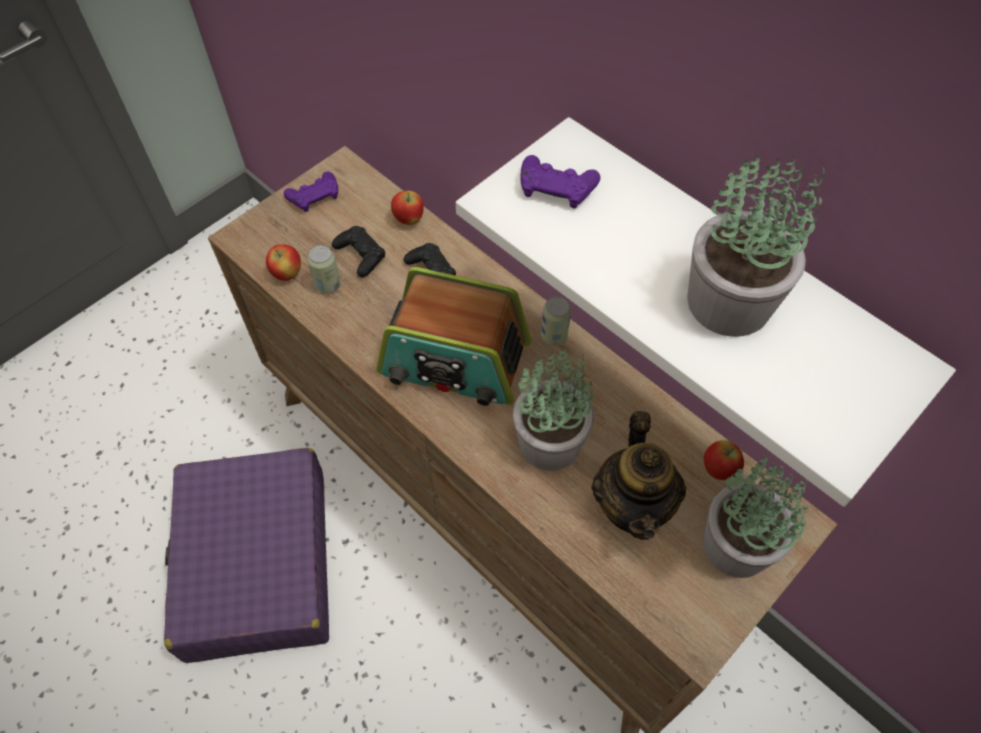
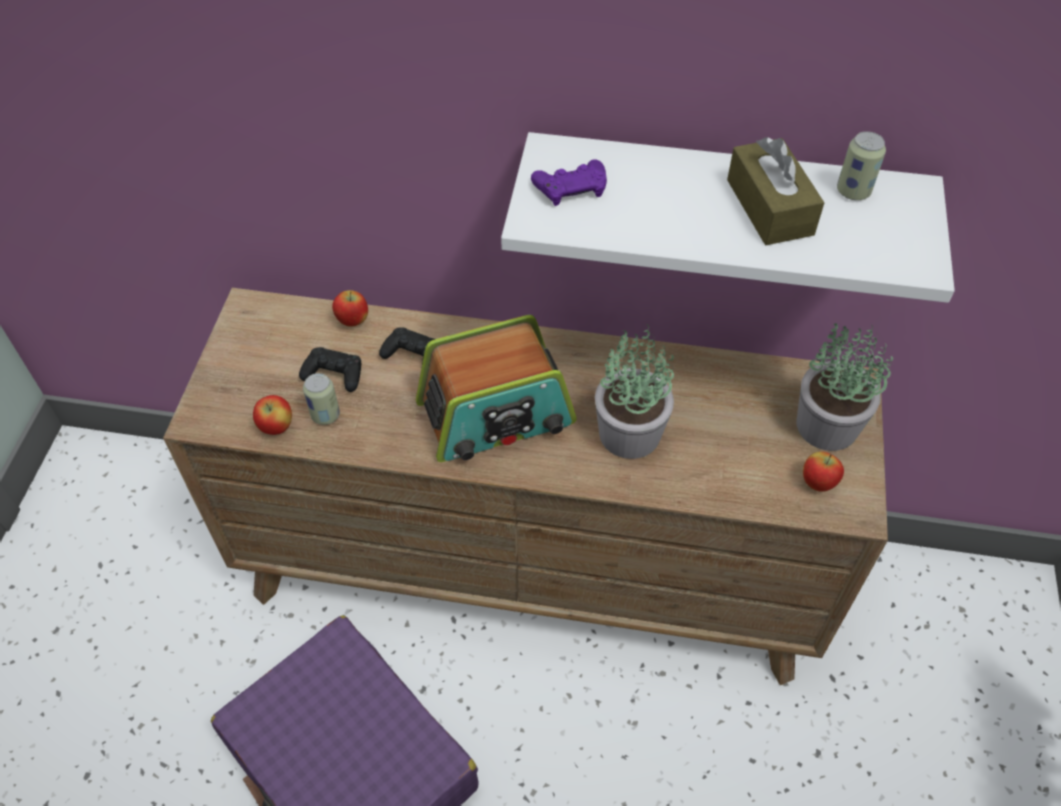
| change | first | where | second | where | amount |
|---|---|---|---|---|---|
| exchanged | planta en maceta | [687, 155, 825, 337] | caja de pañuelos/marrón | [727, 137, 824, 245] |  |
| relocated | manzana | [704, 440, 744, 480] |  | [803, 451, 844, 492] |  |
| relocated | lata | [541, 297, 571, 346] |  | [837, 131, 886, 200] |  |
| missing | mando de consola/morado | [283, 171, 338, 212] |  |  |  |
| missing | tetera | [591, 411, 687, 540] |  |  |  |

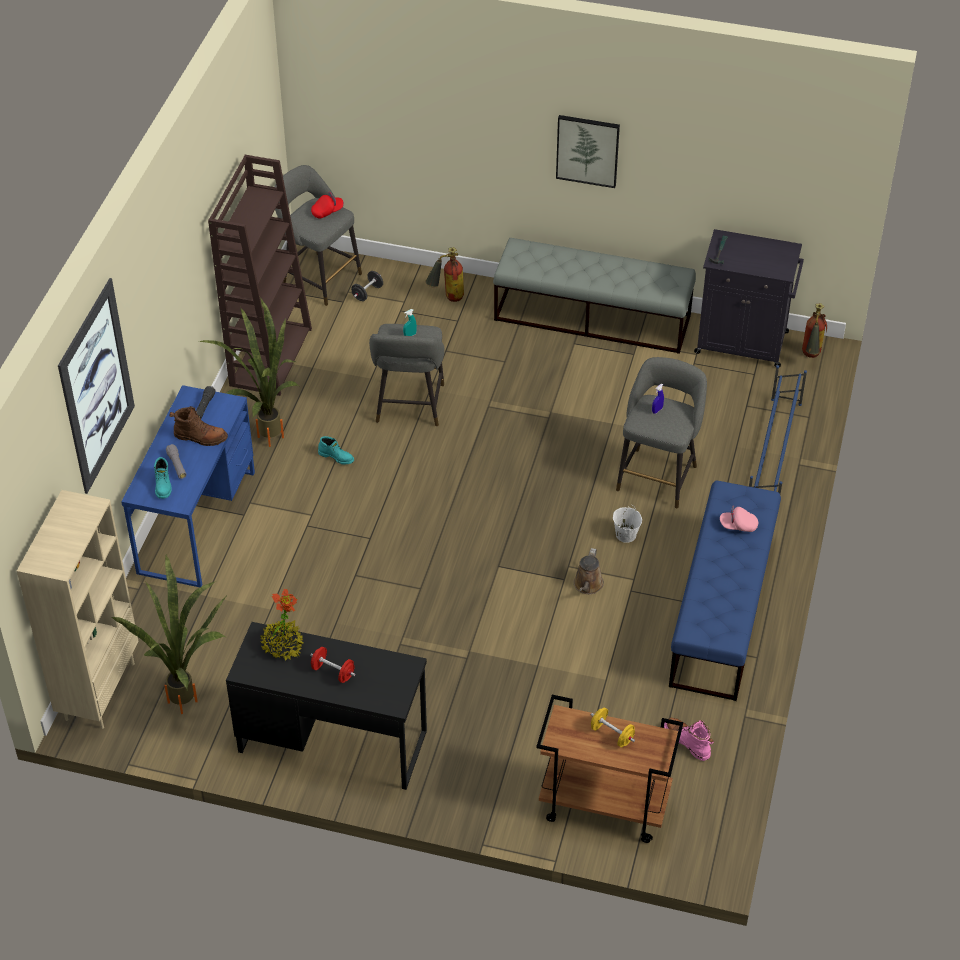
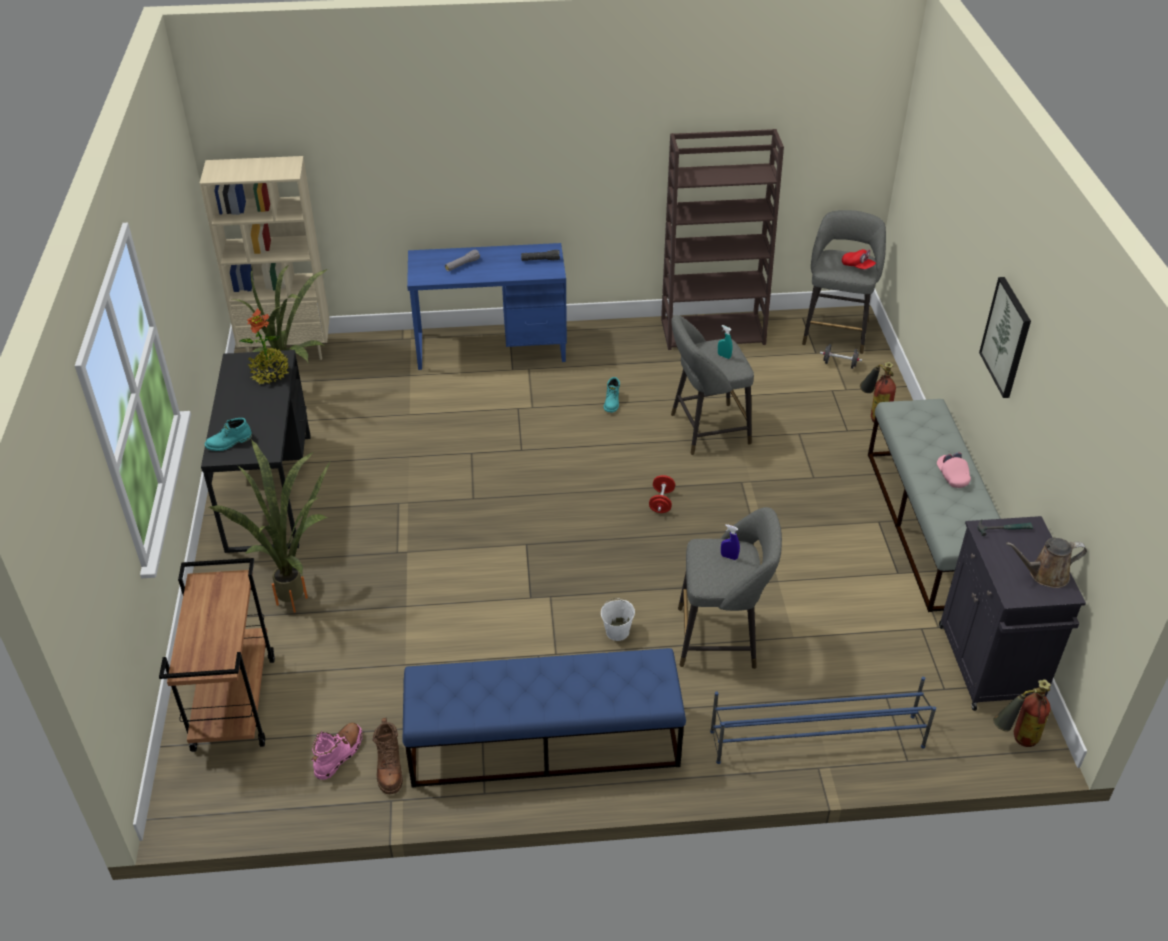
| change | first | where | second | where | amount |
|---|---|---|---|---|---|
| relocated | bota/turquesa | [154, 457, 172, 499] |  | [205, 418, 252, 451] |  |
| relocated | planta en maceta | [199, 299, 299, 447] |  | [208, 440, 331, 613] |  |
| relocated | bota/marrón | [169, 406, 228, 446] |  | [372, 718, 403, 794] |  |
| relocated | mancuerna/rojo | [310, 647, 355, 683] |  | [649, 475, 675, 513] |  |
| relocated | gorra/rosa | [720, 505, 758, 532] |  | [937, 452, 971, 488] |  |
| relocated | regadera/marrón | [574, 548, 604, 594] |  | [1006, 538, 1087, 588] |  |
| missing | cuadro | [58, 278, 135, 494] |  |  |  |
| missing | mancuerna/amarillo | [591, 708, 635, 747] |  |  |  |

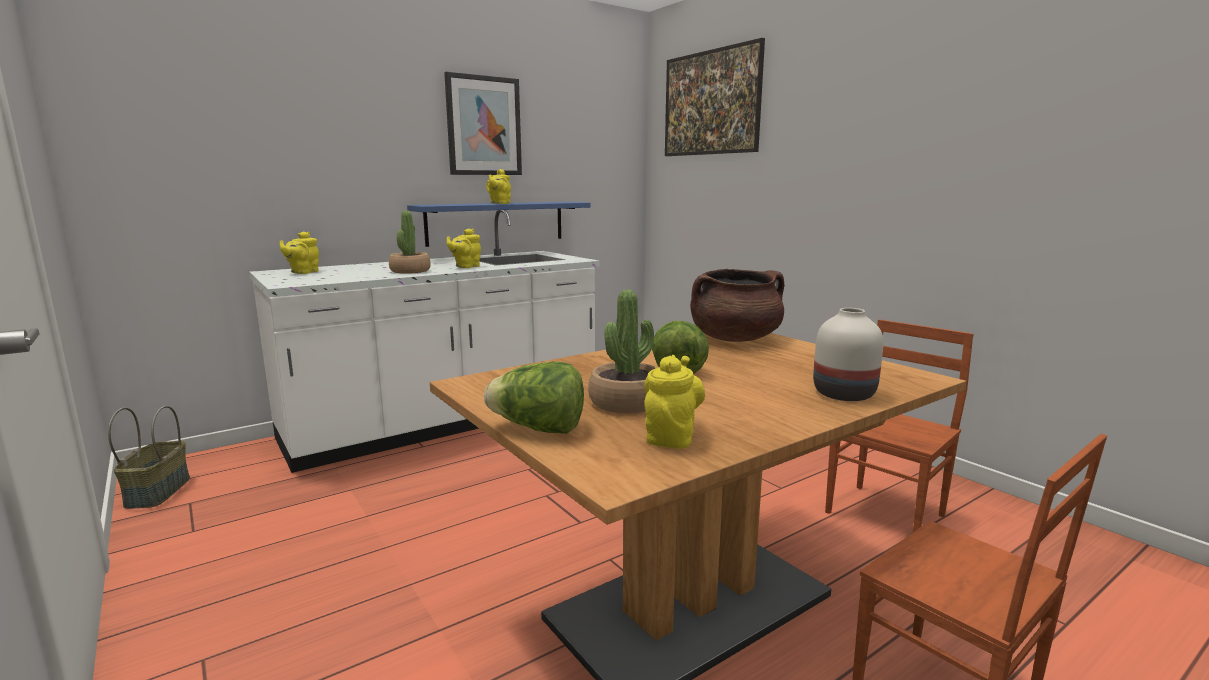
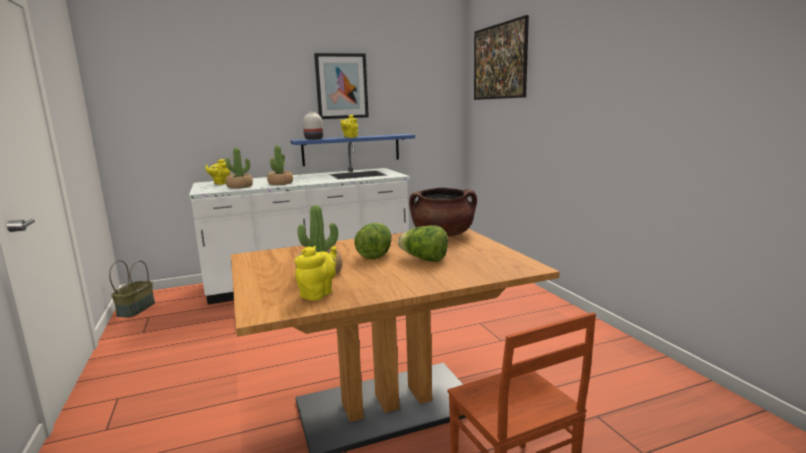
| change | first | where | second | where | amount |
|---|---|---|---|---|---|
| appeared |  |  | planta en maceta | [226, 148, 253, 189] |  |
| relocated | florero/blanco | [813, 308, 884, 401] |  | [303, 111, 323, 140] |  |
| relocated | lechuga | [484, 362, 584, 434] |  | [398, 225, 448, 262] |  |
| missing | tetera/amarillo | [447, 228, 481, 268] |  |  |  |
| missing | silla/marrón | [825, 319, 974, 532] |  |  |  |

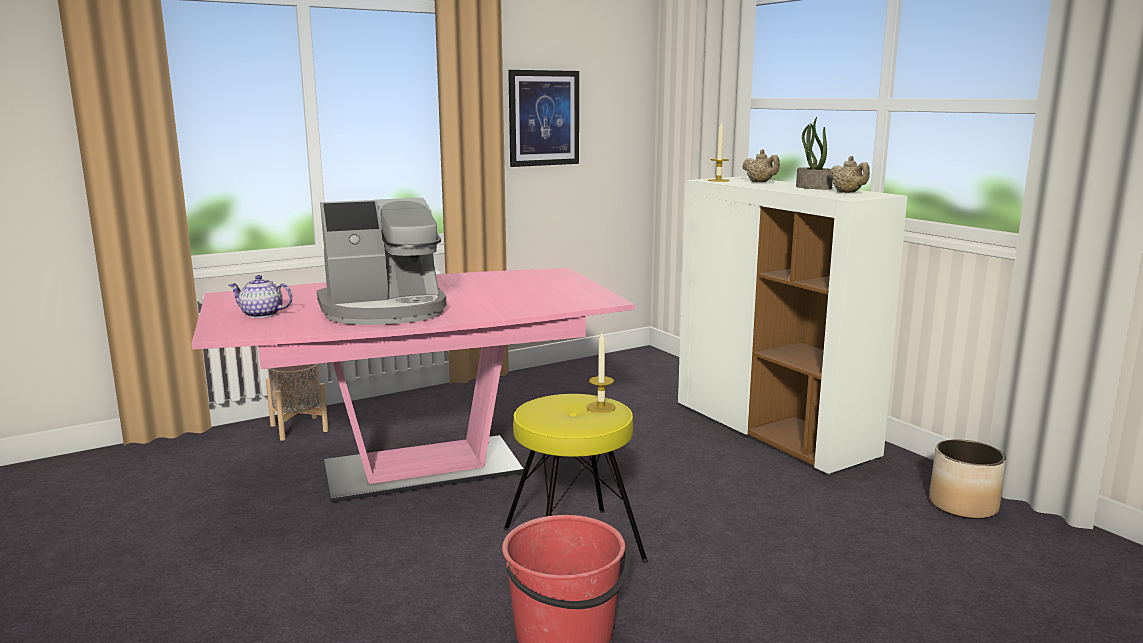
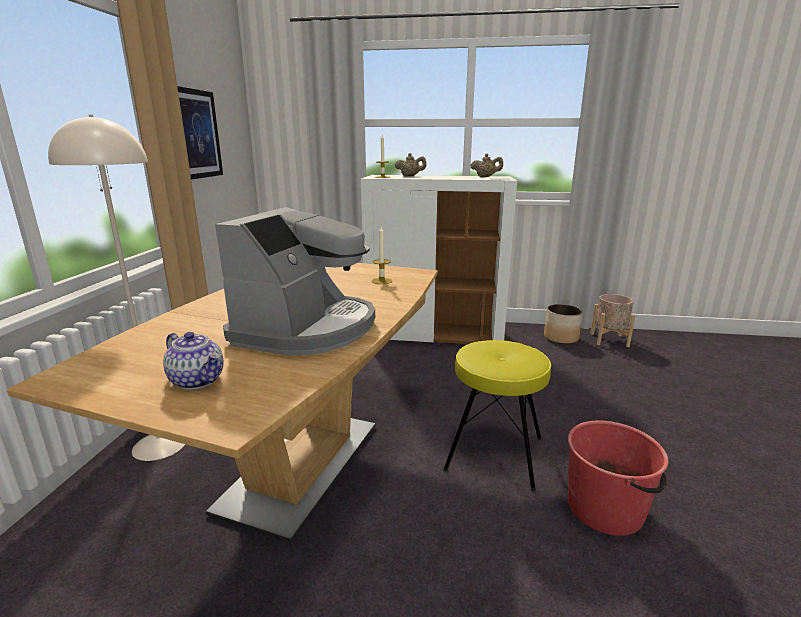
| change | first | where | second | where | amount |
|---|---|---|---|---|---|
| colour | mesa de comedor/rosa | [191, 268, 635, 502] | mesa de comedor/marrón | [6, 263, 438, 543] |  |
| appeared |  |  | lámpara de pie/beis | [48, 114, 185, 461] |  |
| spun | tetera | [229, 275, 292, 318] |  | [163, 332, 224, 390] | 105 degrees counterclockwise |
| relocated | vela | [587, 333, 616, 413] |  | [372, 226, 392, 284] |  |
| relocated | maceta/beis | [266, 364, 328, 441] |  | [591, 294, 635, 347] |  |
| missing | planta en maceta | [796, 117, 833, 189] |  |  |  |

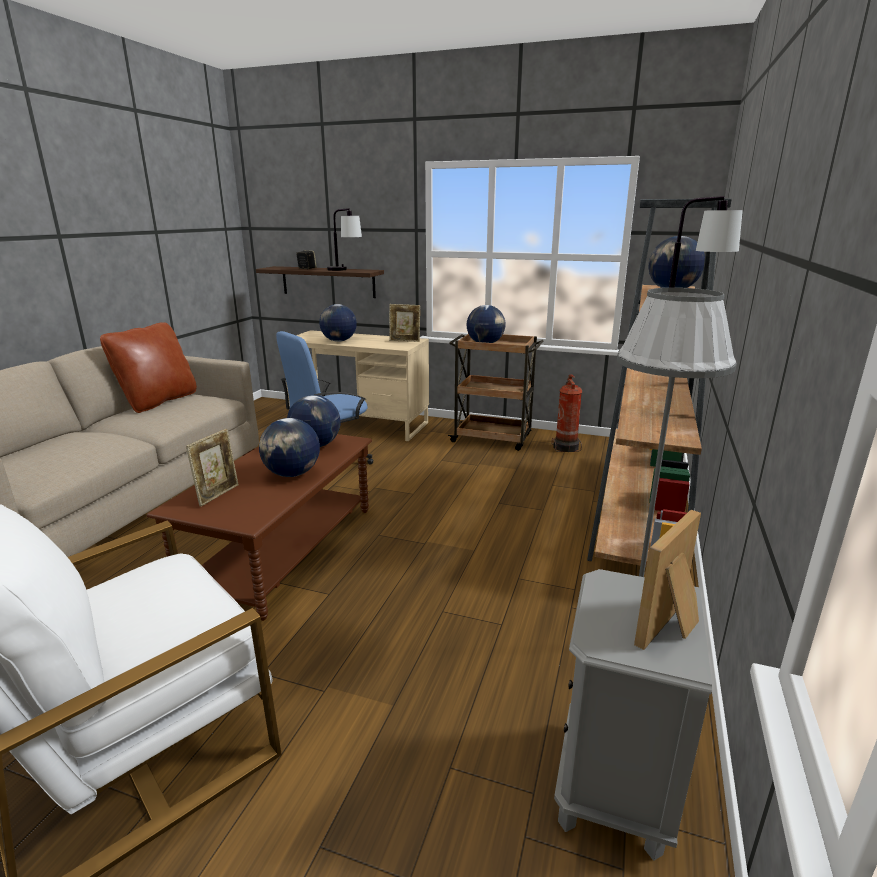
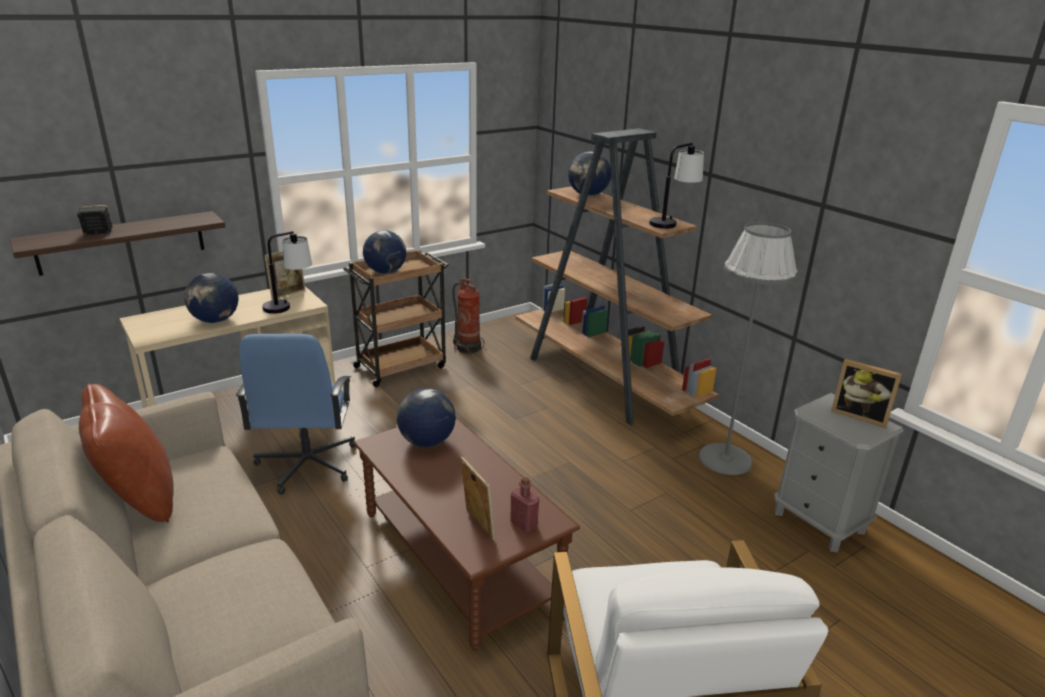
| change | first | where | second | where | amount |
|---|---|---|---|---|---|
| relocated | lámpara de mesa | [327, 208, 362, 271] |  | [262, 231, 312, 314] |  |
| appeared |  |  | botella/rojo | [510, 477, 539, 532] |  |
| spun | portarretratos | [634, 510, 701, 650] |  | [831, 359, 902, 428] | 45 degrees counterclockwise |
| missing | globo terráqueo | [259, 418, 320, 477] |  |  |  |

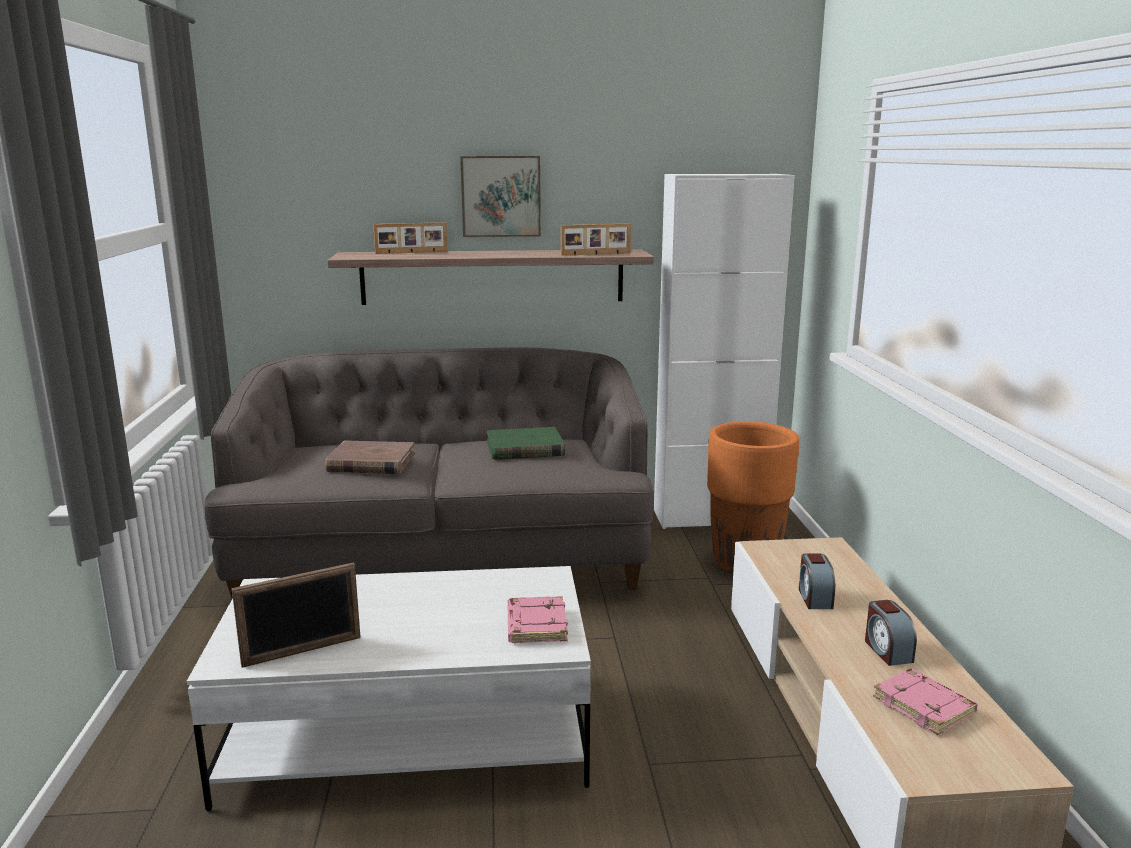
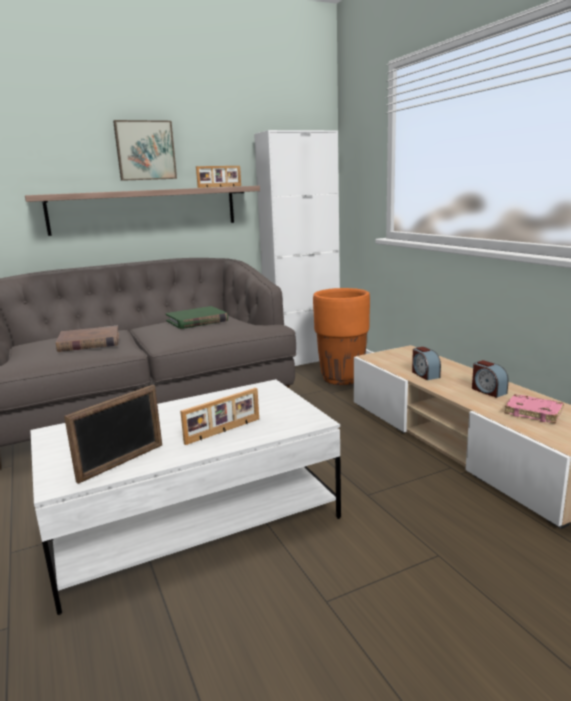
| change | first | where | second | where | amount |
|---|---|---|---|---|---|
| relocated | portarretratos | [373, 222, 448, 254] |  | [180, 388, 259, 445] |  |
| missing | libro/rosa | [507, 596, 568, 643] |  |  |  |

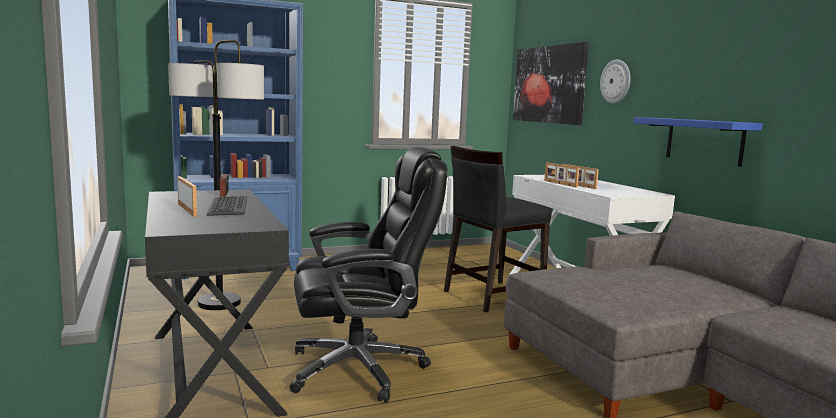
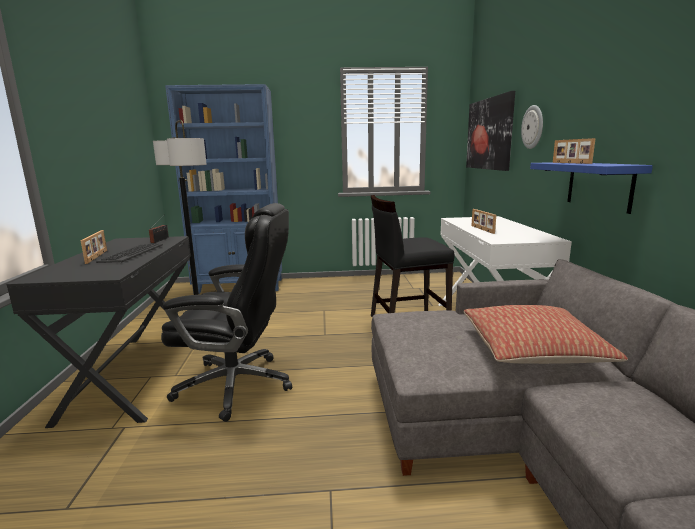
| change | first | where | second | where | amount |
|---|---|---|---|---|---|
| appeared |  |  | cojín | [464, 305, 628, 364] |  |
| relocated | portarretratos | [544, 162, 579, 187] |  | [553, 138, 596, 164] |  |

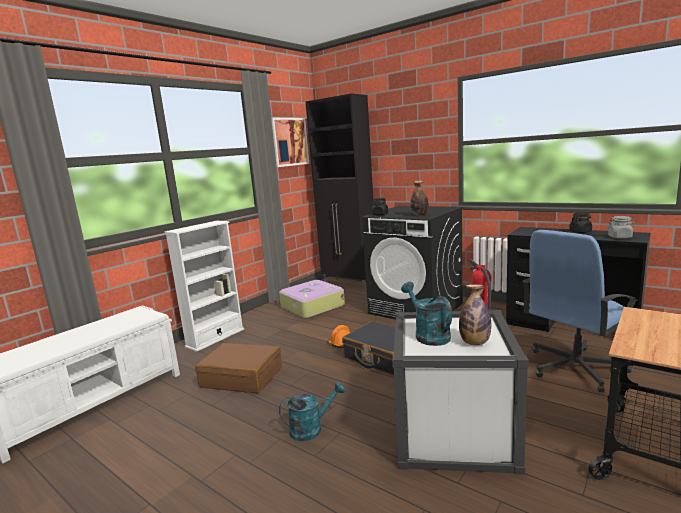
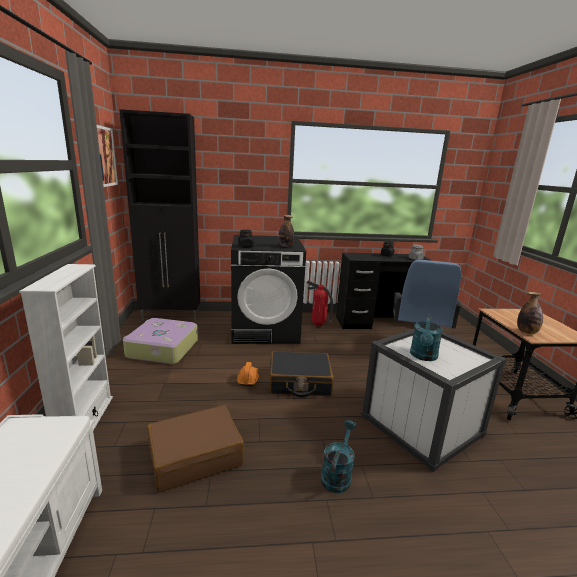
| change | first | where | second | where | amount |
|---|---|---|---|---|---|
| spun | regadera/turquesa | [401, 282, 452, 346] |  | [410, 314, 443, 361] | 90 degrees counterclockwise |
| relocated | botella | [459, 284, 491, 345] |  | [517, 292, 543, 334] |  |

